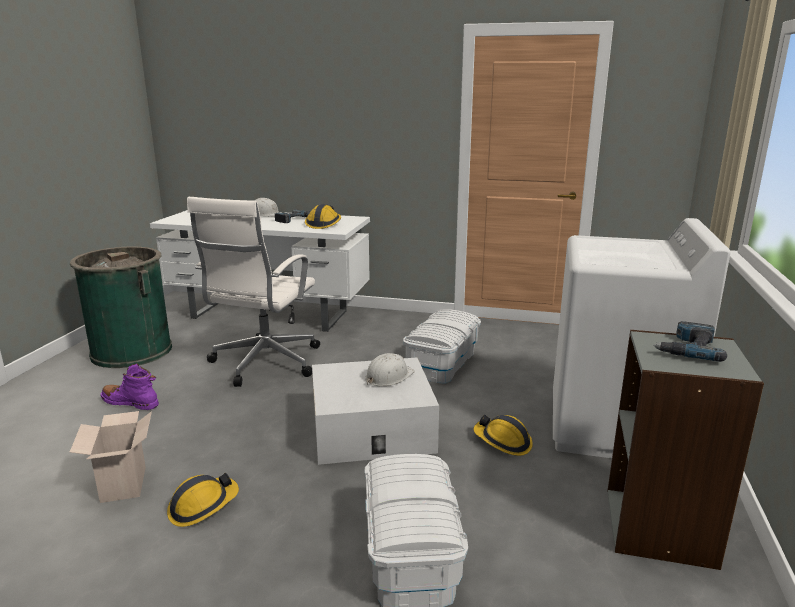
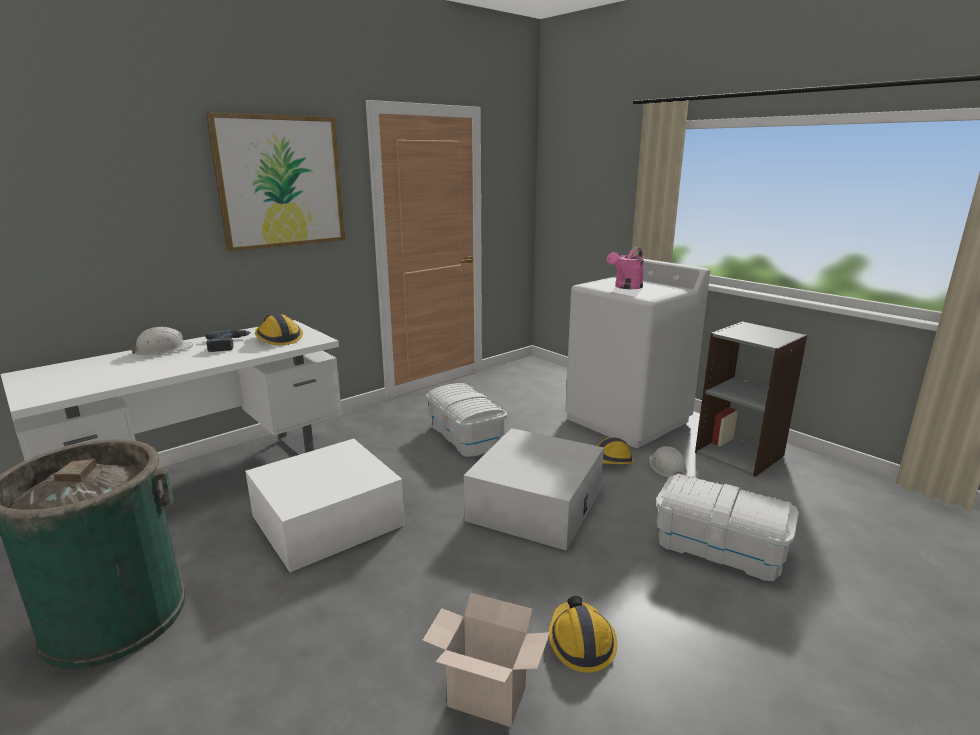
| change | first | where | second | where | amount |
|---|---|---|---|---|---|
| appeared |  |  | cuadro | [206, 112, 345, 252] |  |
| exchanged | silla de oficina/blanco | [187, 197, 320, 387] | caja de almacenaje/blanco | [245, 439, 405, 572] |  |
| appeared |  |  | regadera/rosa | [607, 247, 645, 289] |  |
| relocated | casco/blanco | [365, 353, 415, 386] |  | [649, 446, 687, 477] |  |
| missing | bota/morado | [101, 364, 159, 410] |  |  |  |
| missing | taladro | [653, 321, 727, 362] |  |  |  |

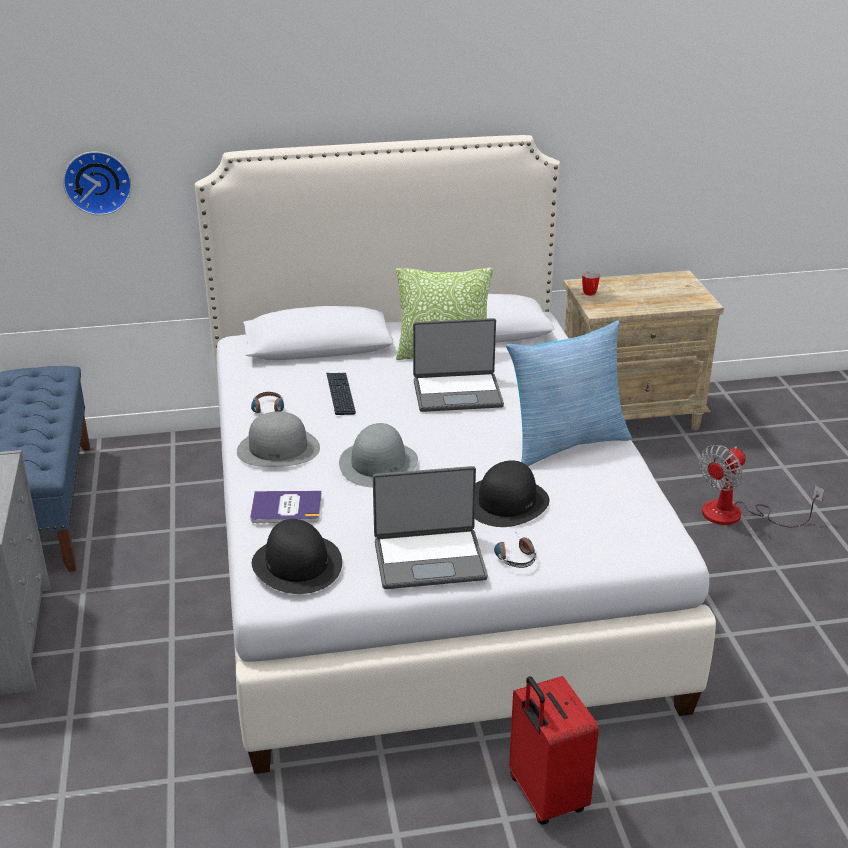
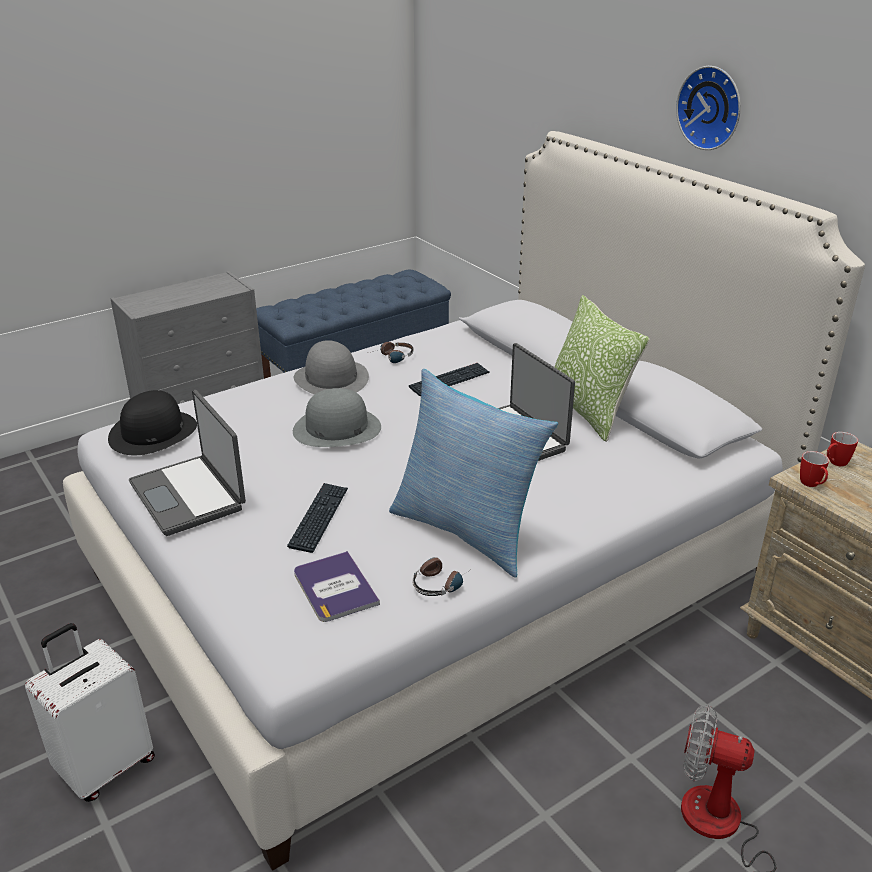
| change | first | where | second | where | amount |
|---|---|---|---|---|---|
| colour | maleta/rojo | [509, 676, 599, 824] | maleta/blanco | [25, 623, 155, 802] |  |
| exchanged | sombrero/negro | [475, 461, 550, 527] | teclado | [287, 483, 348, 553] |  |
| relocated | libro | [250, 491, 322, 523] |  | [294, 551, 380, 622] |  |
| relocated | auriculares | [494, 530, 536, 568] |  | [413, 557, 474, 596] |  |
| relocated | reloj de pared | [63, 151, 132, 215] |  | [676, 66, 741, 150] |  |
| appeared |  |  | taza grande | [800, 451, 829, 487] |  |

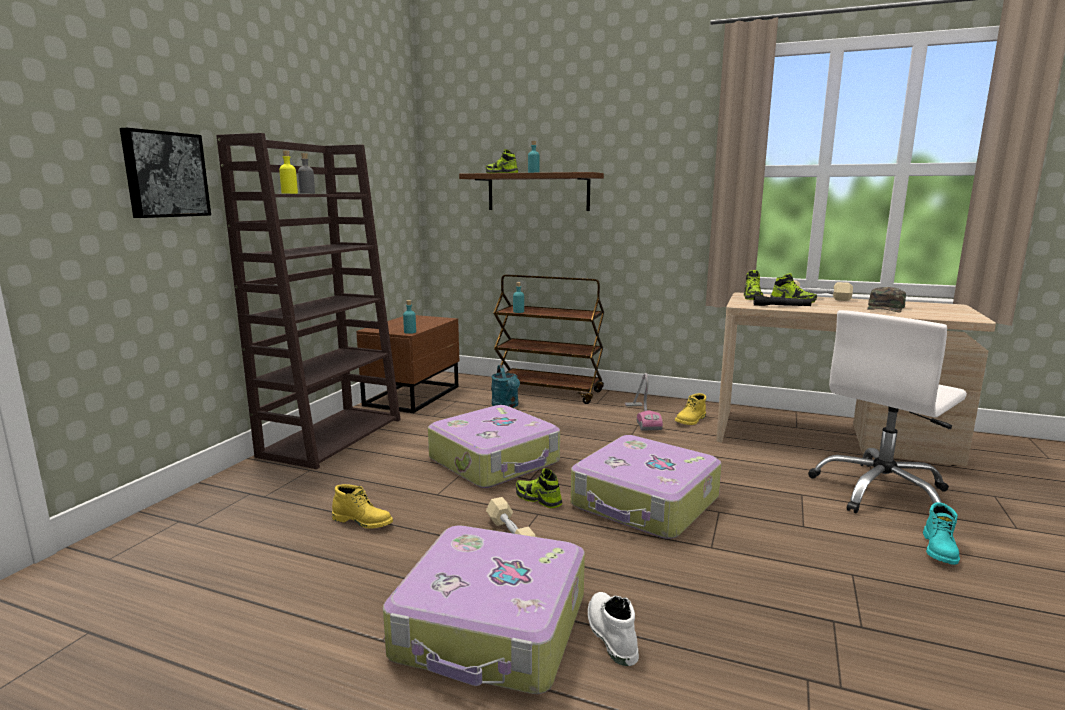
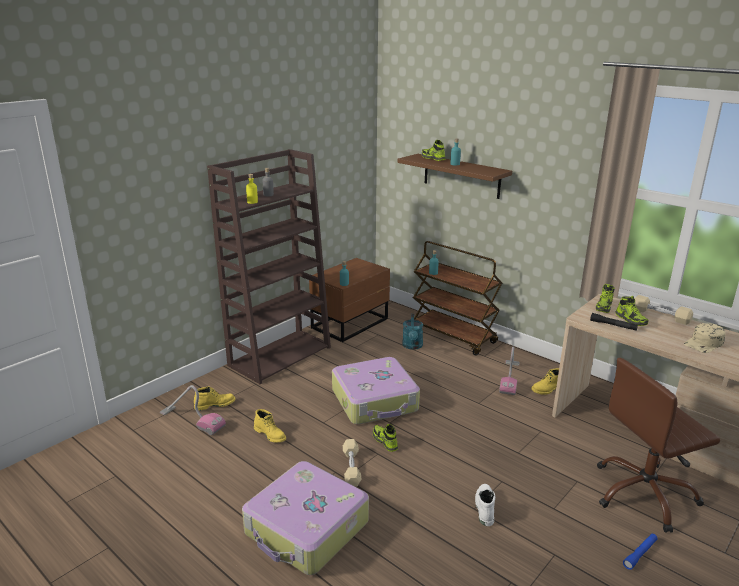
| change | first | where | second | where | amount |
|---|---|---|---|---|---|
| appeared |  |  | aspiradora | [160, 385, 226, 435] |  |
| appeared |  |  | bota/amarillo | [194, 386, 236, 411] |  |
| relocated | bota/blanco | [588, 592, 639, 666] |  | [475, 484, 495, 526] |  |
| colour | silla de oficina/blanco | [809, 310, 967, 513] | silla de oficina/marrón | [597, 358, 720, 533] |  |
| exchanged | bota/turquesa | [923, 502, 960, 565] | linterna/azul | [623, 534, 658, 570] |  |
| colour | gorra/verde | [867, 287, 906, 312] | gorra/beis | [684, 323, 726, 353] |  |
| missing | cuadro | [120, 128, 211, 218] |  |  |  |
| missing | maleta | [571, 435, 722, 539] |  |  |  |

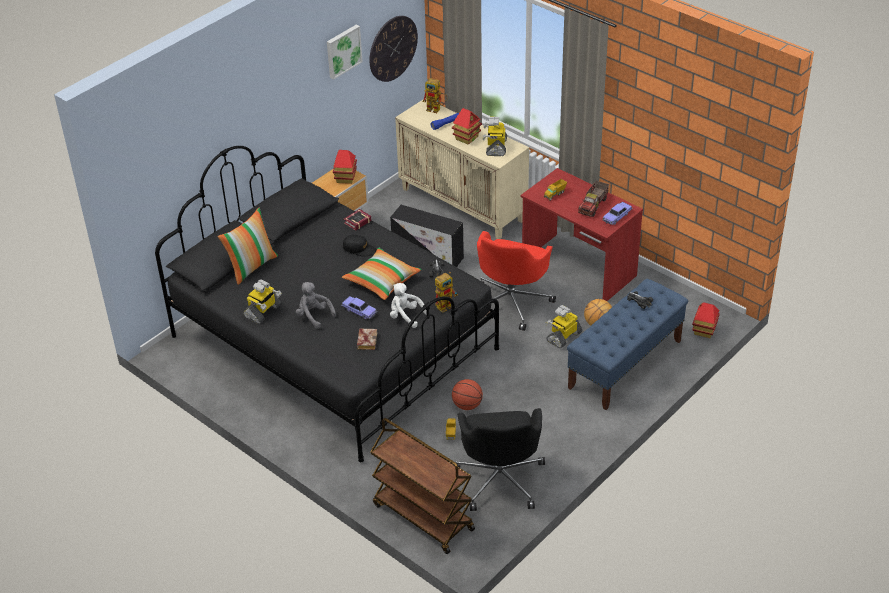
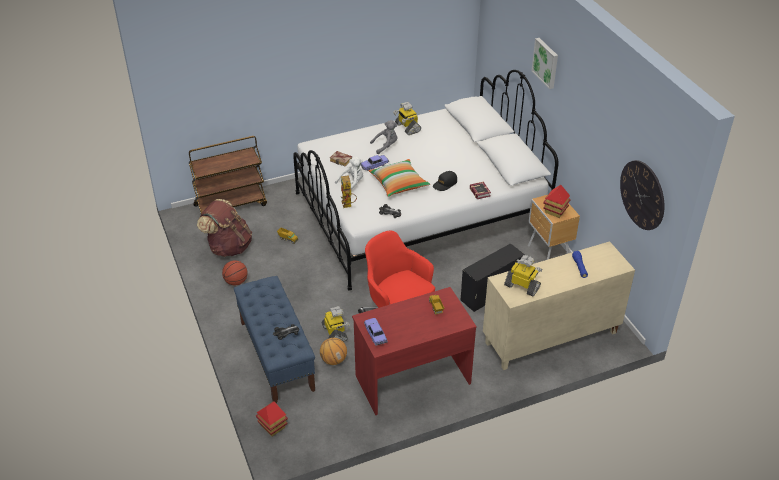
| change | first | where | second | where | amount |
|---|---|---|---|---|---|
| exchanged | silla de oficina/negro | [456, 408, 545, 511] | mochila/marrón | [197, 199, 252, 257] |  |
| relocated | balón de baloncesto | [452, 379, 483, 410] |  | [222, 260, 248, 285] |  |
| colour | cama/negro | [155, 146, 499, 462] | cama/blanco | [293, 70, 559, 291] |  |
| relocated | cuadro | [327, 25, 363, 80] |  | [531, 38, 558, 89] |  |
| missing | cojín | [218, 208, 278, 285] |  |  |  |
| missing | robot de juguete | [423, 78, 448, 113] |  |  |  |
| missing | casita | [452, 108, 482, 145] |  |  |  |
| missing | camión de juguete | [578, 181, 609, 217] |  |  |  |

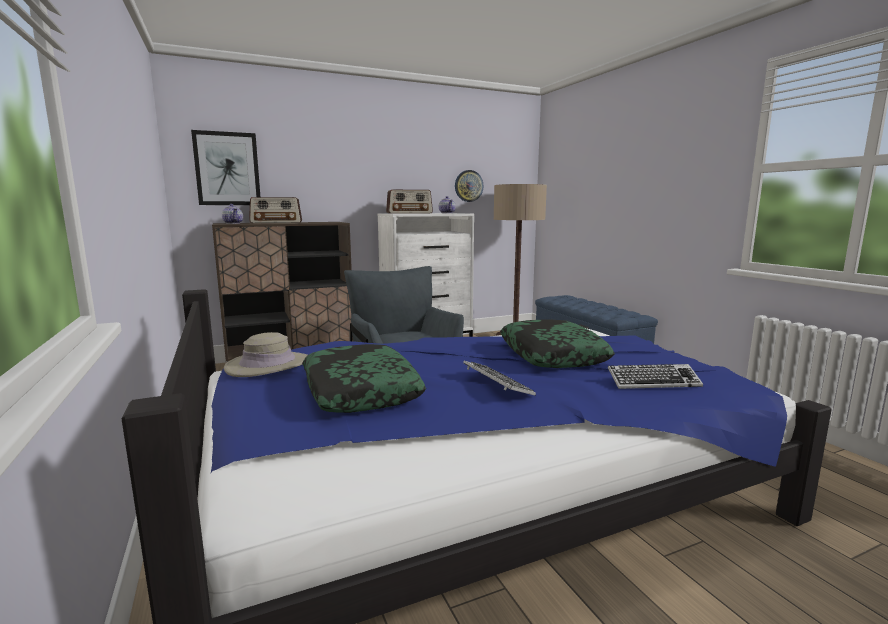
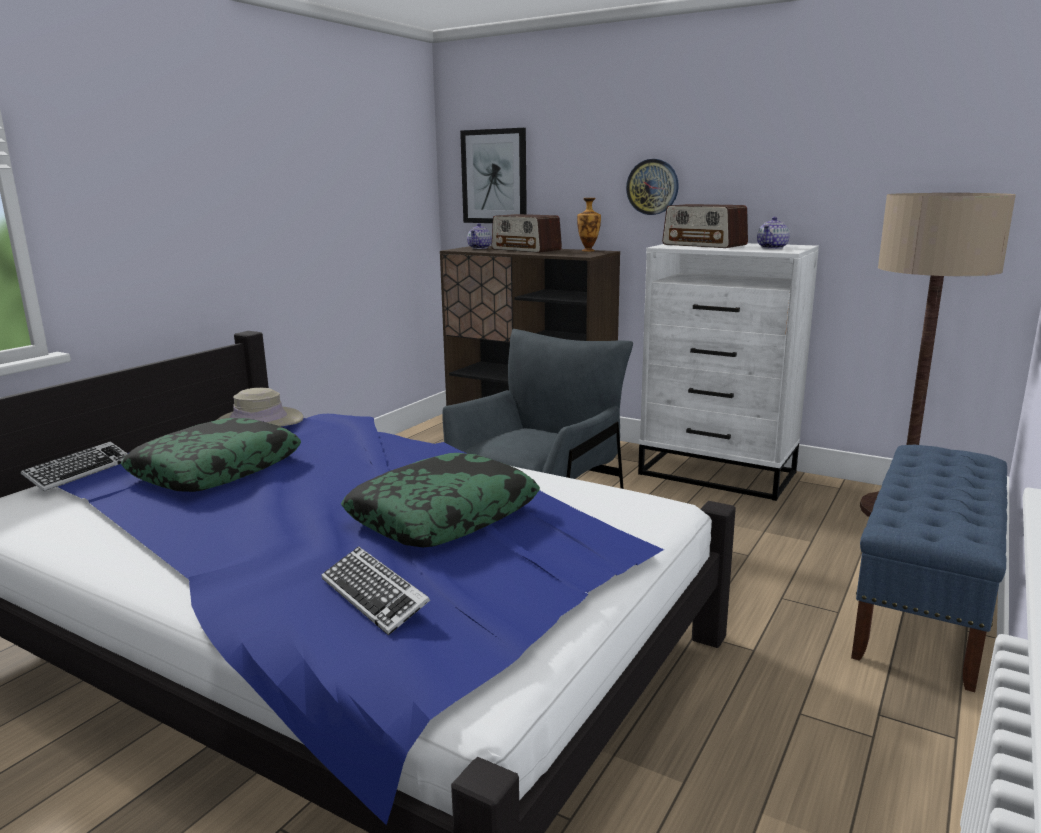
| change | first | where | second | where | amount |
|---|---|---|---|---|---|
| relocated | teclado | [463, 361, 536, 396] |  | [21, 441, 128, 491] |  |
| appeared |  |  | florero | [577, 198, 601, 252] |  |
| relocated | reloj de pared | [455, 170, 483, 202] |  | [626, 159, 679, 215] |  |

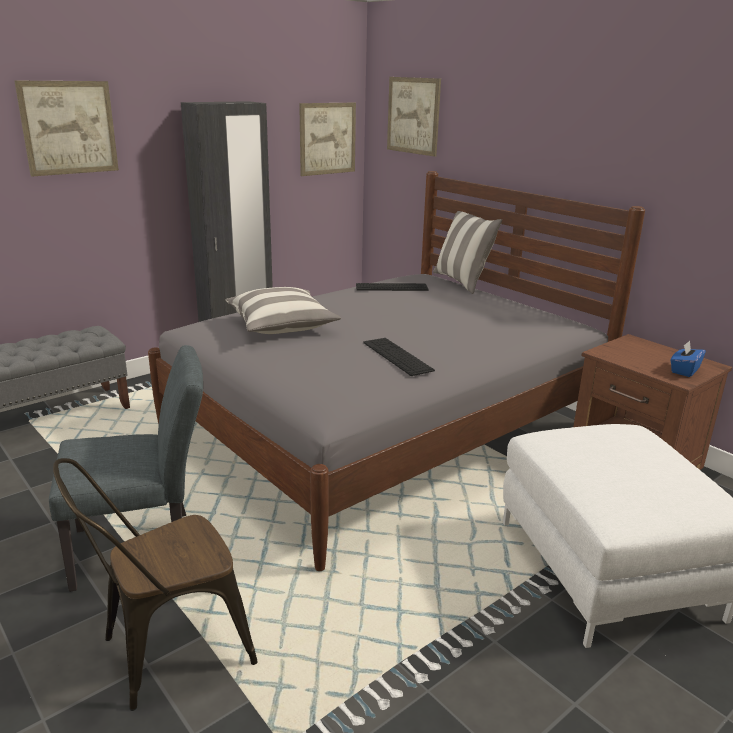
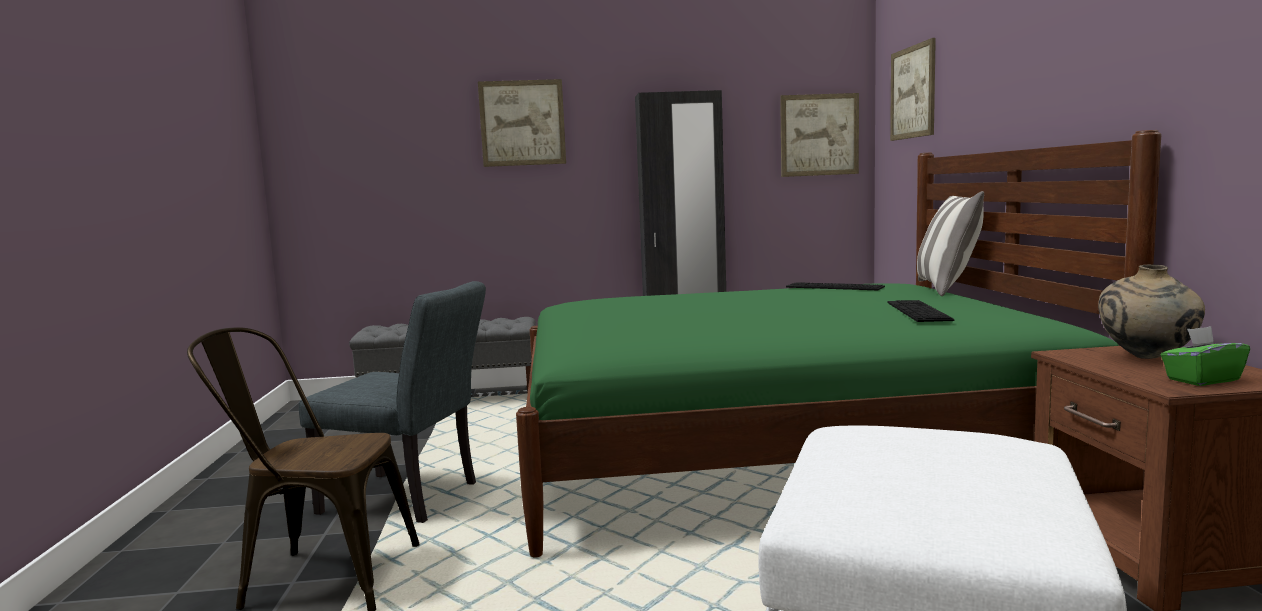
| change | first | where | second | where | amount |
|---|---|---|---|---|---|
| colour | cama/gris | [148, 171, 645, 571] | cama/verde | [516, 130, 1161, 558] |  |
| relocated | teclado | [363, 338, 435, 376] |  | [888, 300, 955, 322] |  |
| appeared |  |  | florero/beis | [1098, 265, 1205, 359] |  |
| colour | caja de pañuelos/azul | [671, 341, 706, 377] | caja de pañuelos/verde | [1161, 326, 1250, 386] |  |
| missing | cojín | [225, 287, 341, 334] |  |  |  |

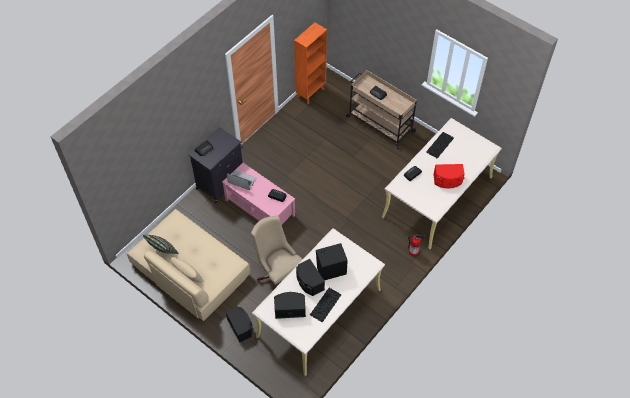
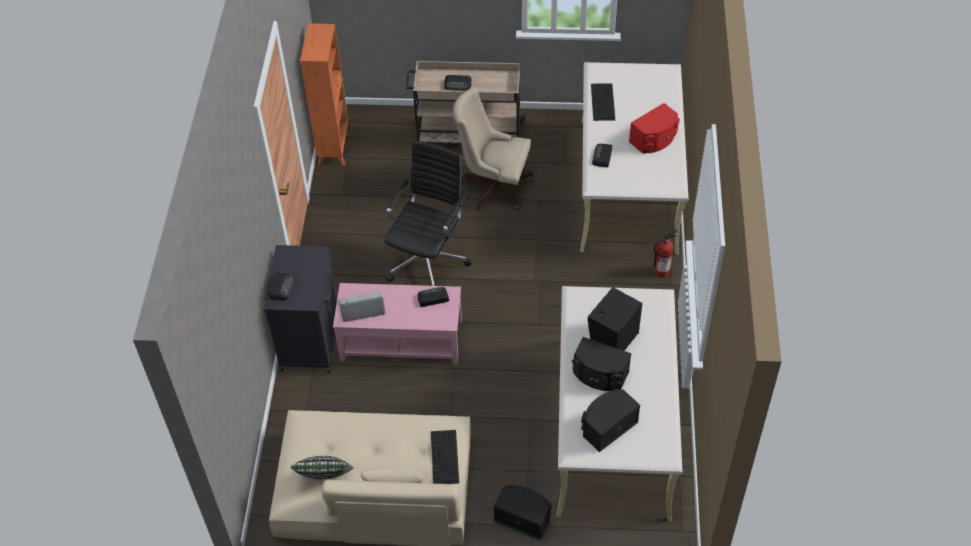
| change | first | where | second | where | amount |
|---|---|---|---|---|---|
| appeared |  |  | silla de oficina/negro | [384, 140, 472, 286] |  |
| relocated | teclado | [310, 288, 342, 323] |  | [431, 430, 459, 484] |  |
| relocated | silla de oficina/beis | [251, 216, 303, 285] |  | [453, 87, 534, 210] |  |

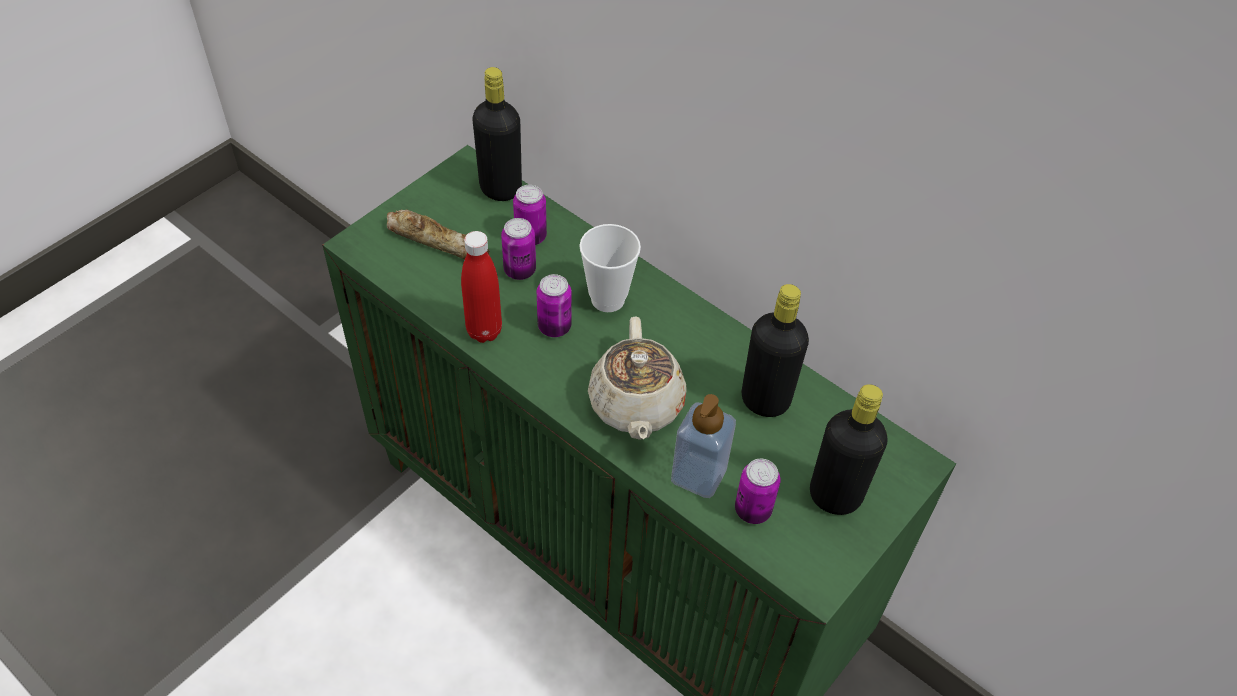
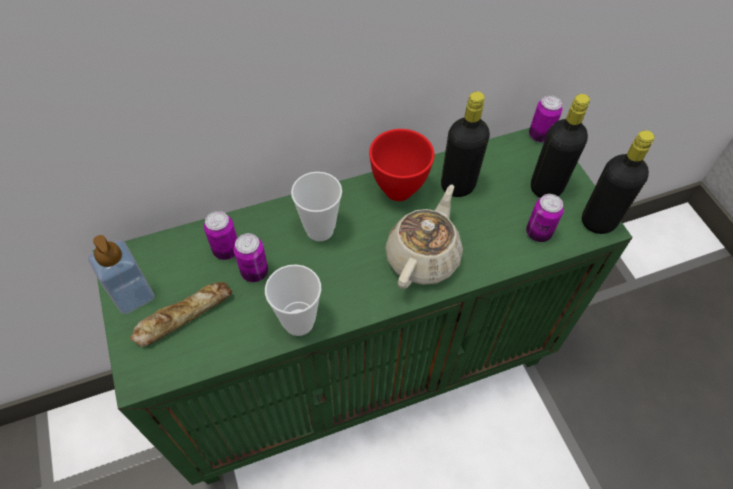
| change | first | where | second | where | amount |
|---|---|---|---|---|---|
| relocated | dispensador de jabón | [671, 394, 736, 498] |  | [88, 235, 155, 314] |  |
| exchanged | botella/rojo | [461, 231, 502, 343] | taza | [265, 264, 321, 336] |  |
| appeared |  |  | cuenco/rojo | [369, 129, 435, 201] |  |
| spun | tetera/beis | [588, 316, 687, 440] |  | [385, 184, 463, 289] | 90 degrees counterclockwise |
| relocated | lata | [537, 274, 572, 337] |  | [529, 95, 562, 142] |  |
| relocated | botella/negro | [473, 67, 522, 201] |  | [582, 130, 655, 234] |  |

